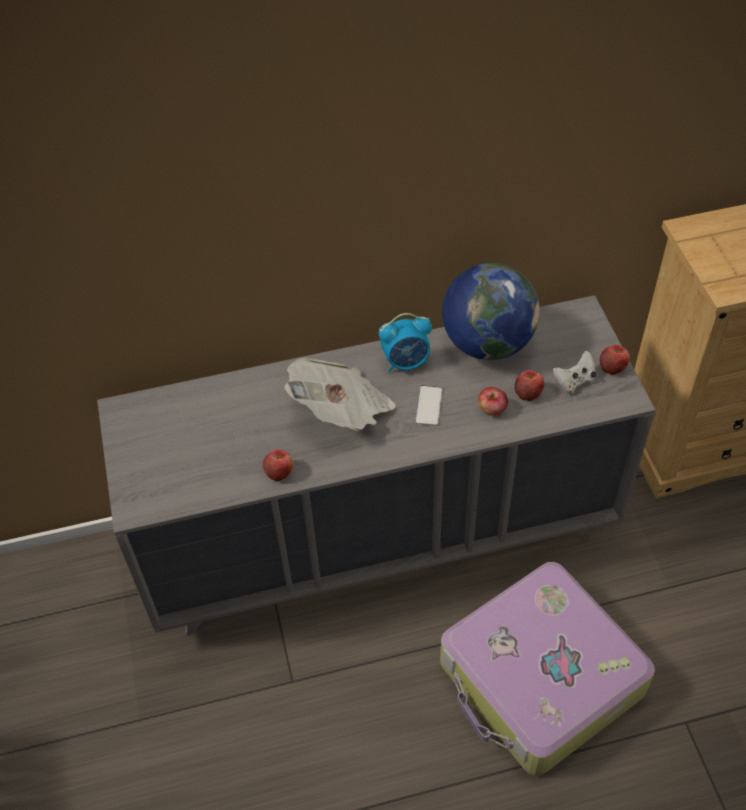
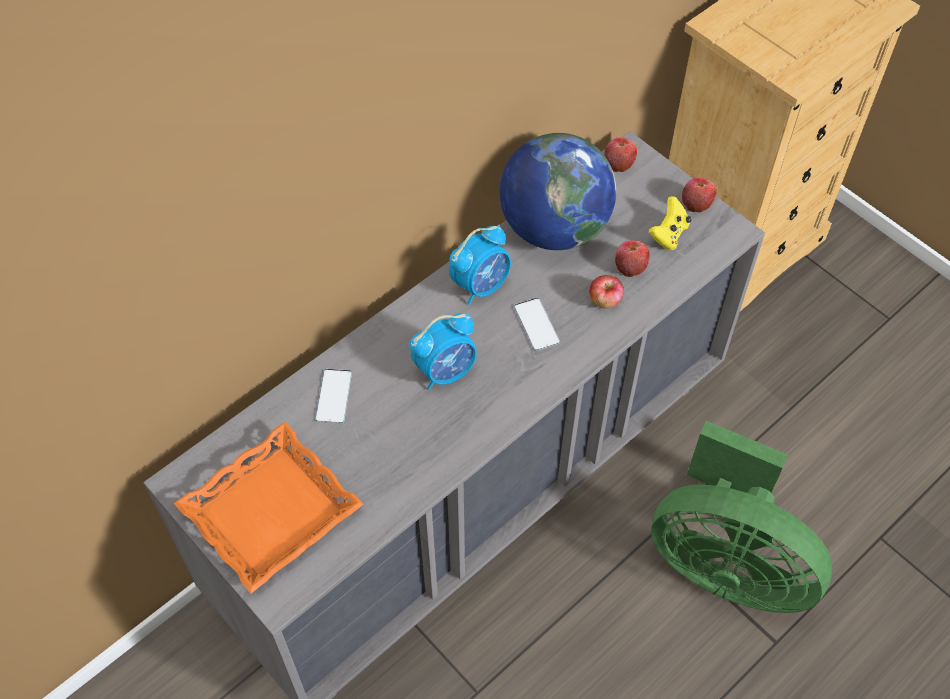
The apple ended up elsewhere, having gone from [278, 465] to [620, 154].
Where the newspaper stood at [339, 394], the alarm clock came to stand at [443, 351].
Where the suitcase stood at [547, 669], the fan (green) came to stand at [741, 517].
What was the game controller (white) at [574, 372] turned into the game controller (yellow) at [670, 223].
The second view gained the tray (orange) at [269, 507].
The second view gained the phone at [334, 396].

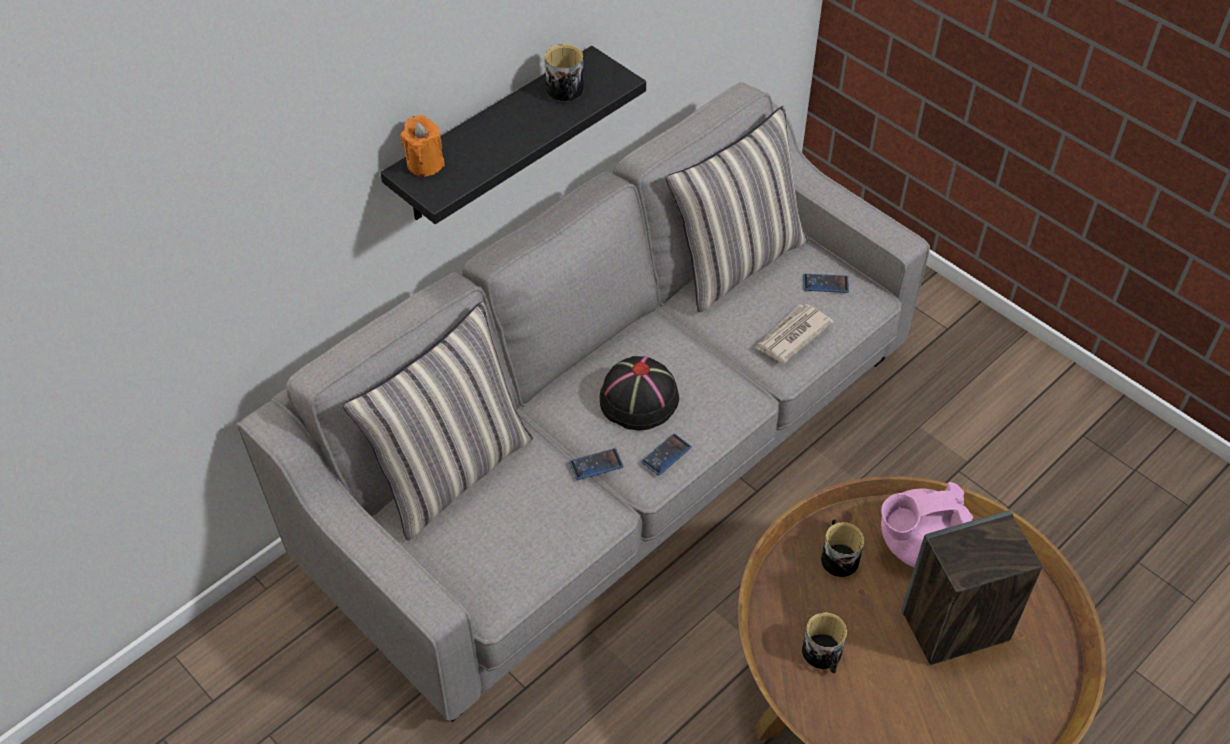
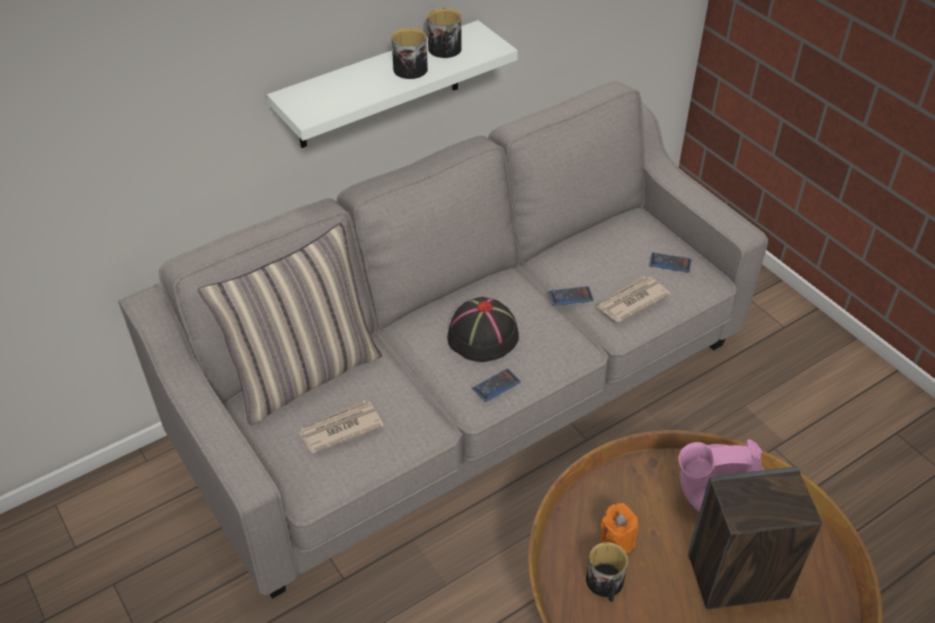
What was the shelf (black) at [513, 135] turned into the shelf (white) at [392, 84].
The candle (orange) ended up elsewhere, having gone from [422, 146] to [619, 528].
The phone ended up elsewhere, having gone from [596, 464] to [571, 296].
The second view lost the pillow at [737, 209].
The mug ended up elsewhere, having gone from [842, 548] to [410, 53].
The second view gained the newspaper at [341, 427].

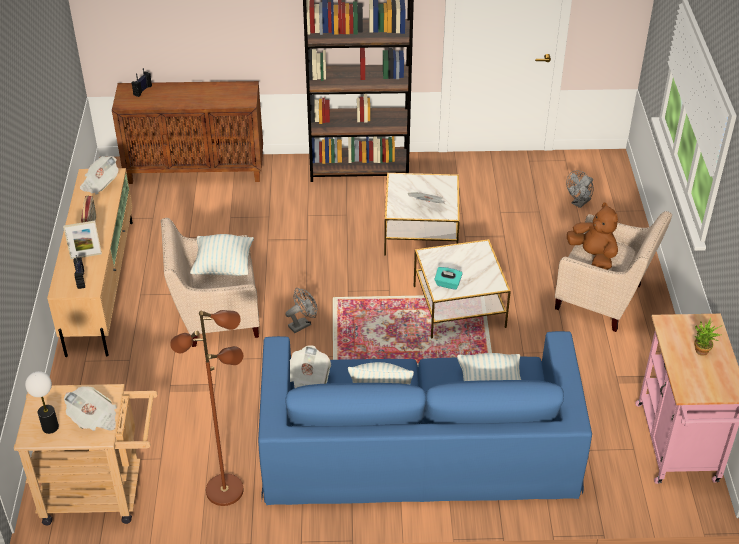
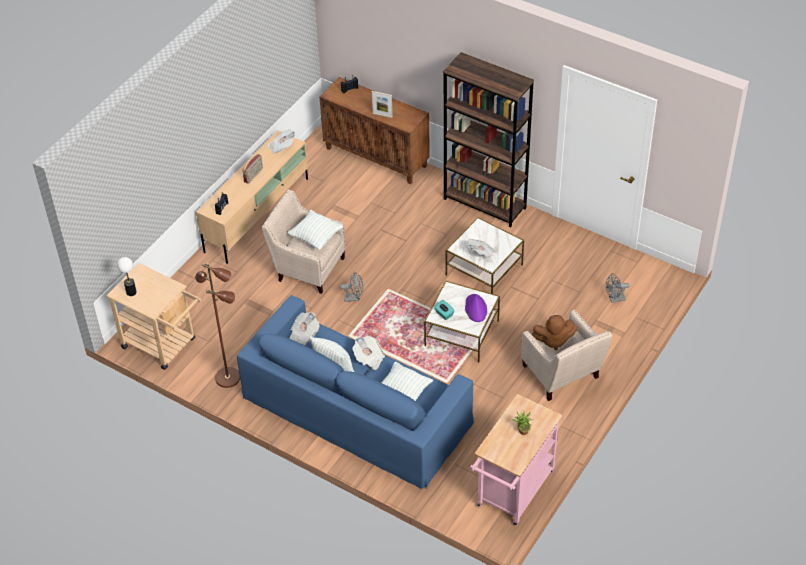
The picture frame ended up elsewhere, having gone from [82, 240] to [382, 104].
The newspaper ended up elsewhere, having gone from [90, 408] to [368, 353].
The plush toy (brown) at [592, 236] ended up facing another way, 90 degrees clockwise from before.
The second view gained the hat (purple) at [476, 308].

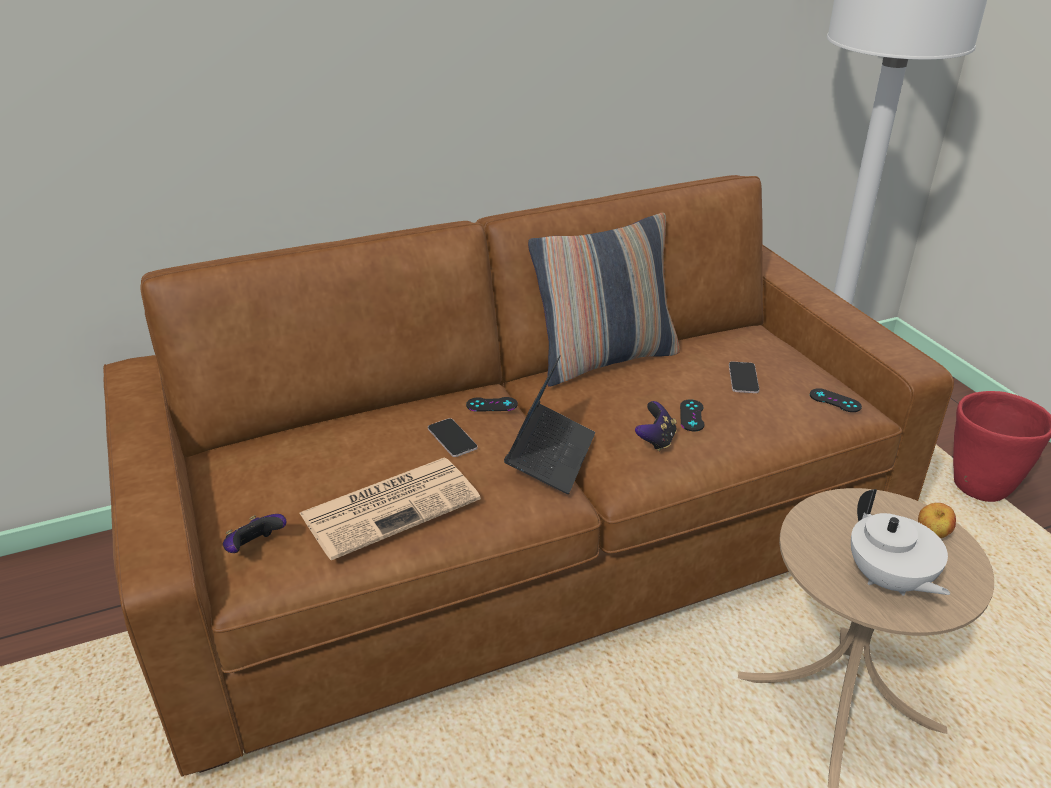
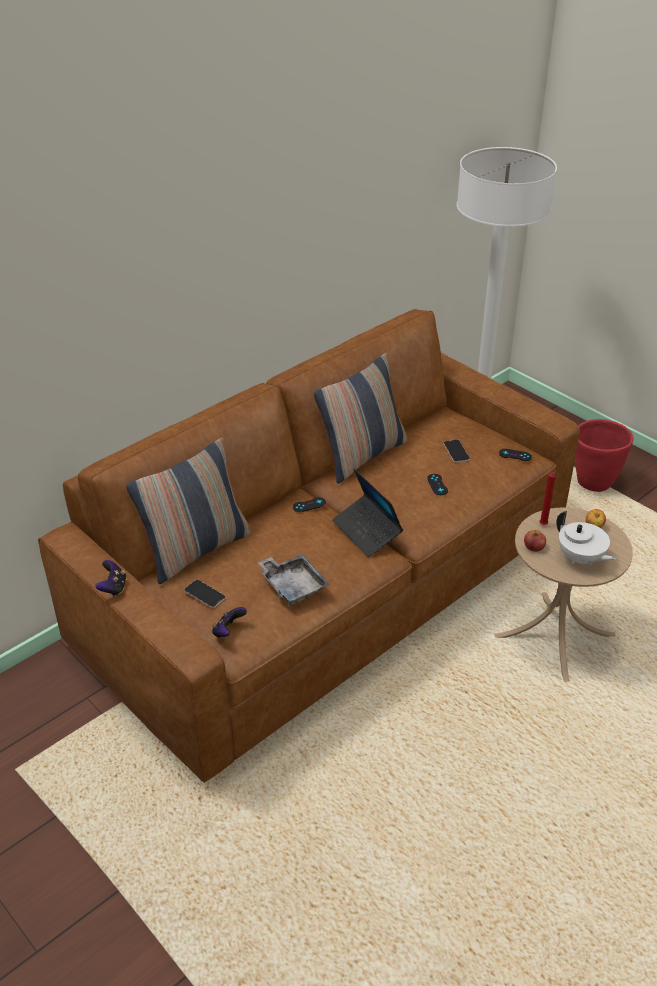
Where the newspaper stood at [390, 509], the tray (grey) came to stand at [293, 580].
The phone ended up elsewhere, having gone from [453, 437] to [205, 594].
The laptop at [549, 424] ended up facing another way, 150 degrees clockwise from before.
The game controller ended up elsewhere, having gone from [656, 426] to [111, 578].
The second view gained the pillow at [188, 511].
The second view gained the apple at [535, 541].
The second view gained the candle (red) at [548, 498].

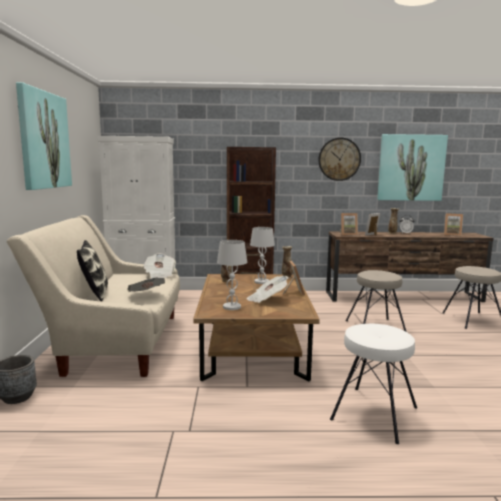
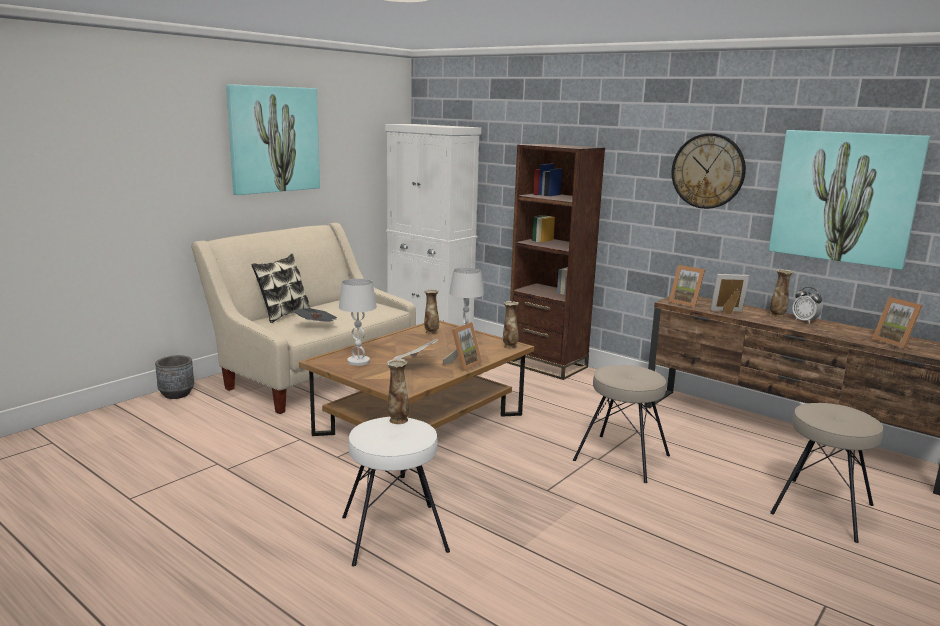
The second view lost the newspaper at [159, 265].
The second view gained the vase at [398, 391].

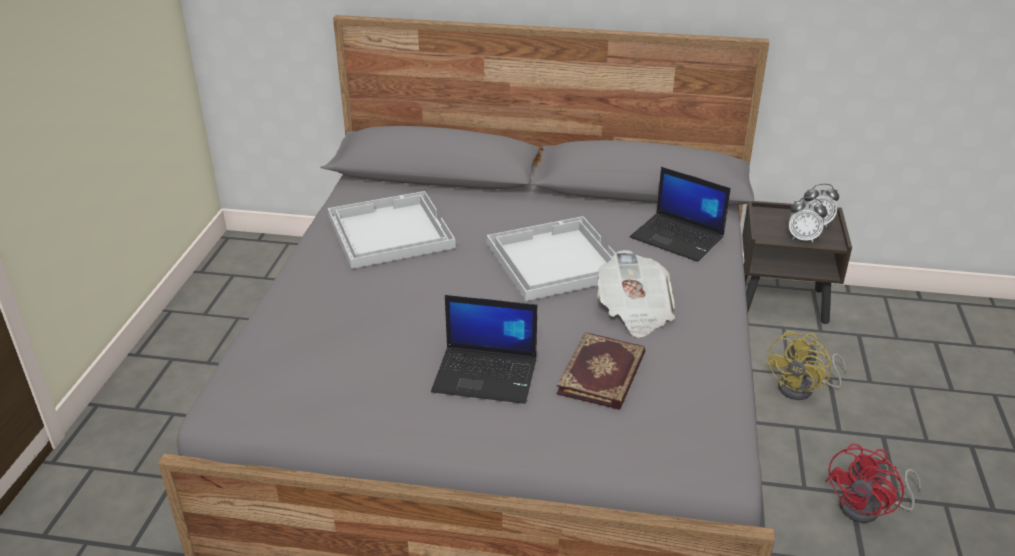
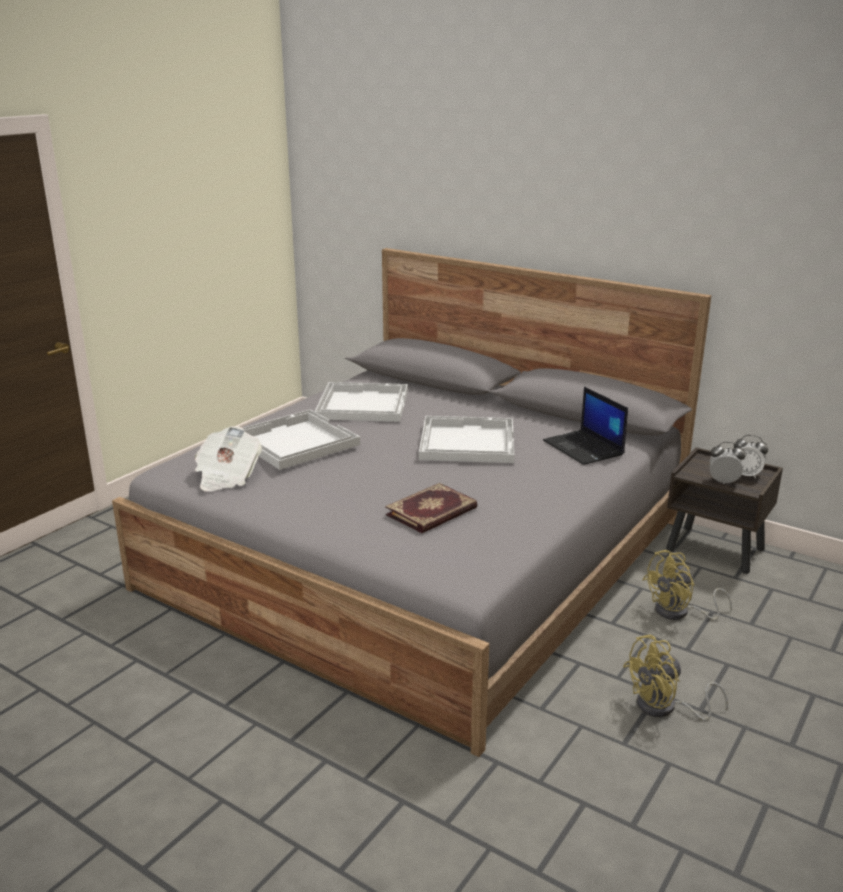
The second view lost the laptop at [484, 349].
The newspaper ended up elsewhere, having gone from [636, 294] to [228, 458].
The alarm clock at [808, 220] ended up facing another way, 150 degrees clockwise from before.
What was the fan (red) at [873, 483] turned into the fan (yellow) at [675, 678].
The second view gained the tray (white) at [301, 440].

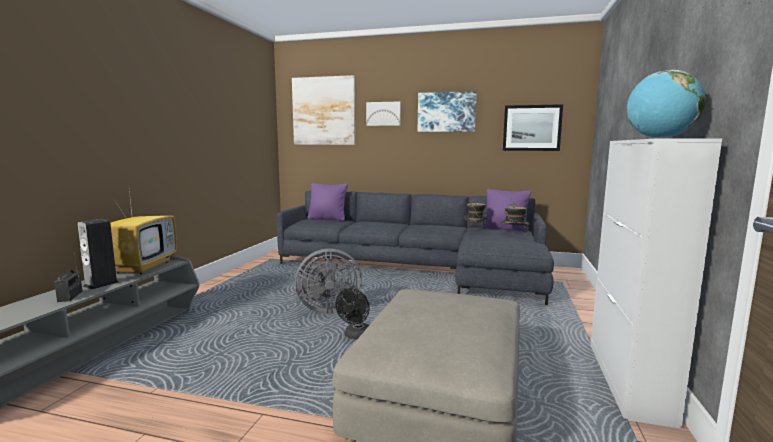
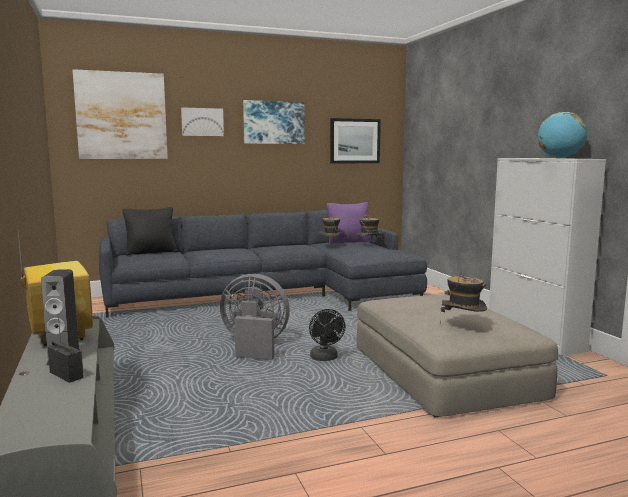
The fan (grey) at [328, 281] ended up facing another way, 120 degrees counterclockwise from before.
What was the pillow (purple) at [327, 202] turned into the pillow (black) at [150, 231].
The second view gained the hat at [463, 300].

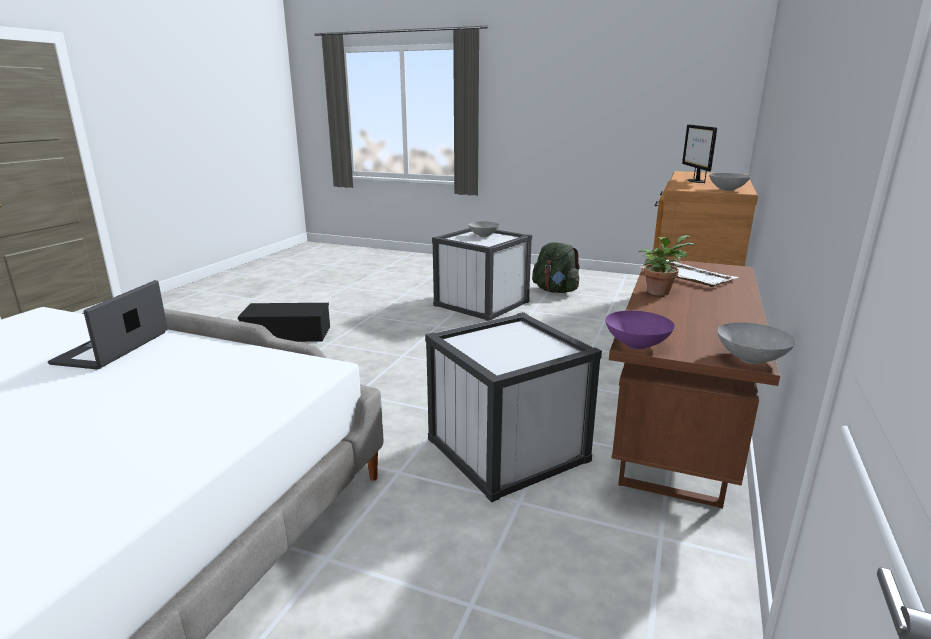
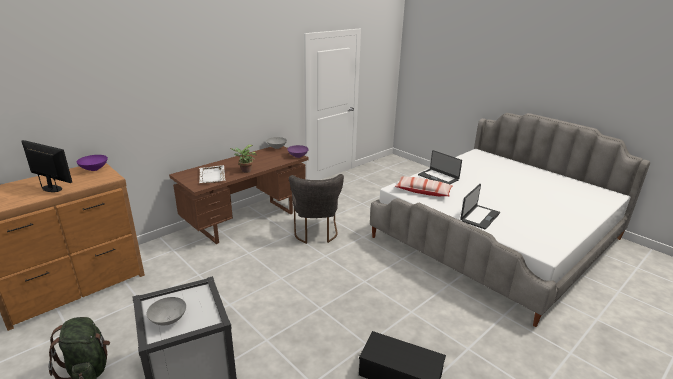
Where the storage box (white) stood at [513, 407], the chair (grey) came to stand at [316, 209].
The monitor at [699, 153] ended up facing another way, 90 degrees counterclockwise from before.
What was the bowl (grey) at [730, 182] turned into the bowl (purple) at [92, 163].
The second view gained the pillow at [423, 186].
The second view gained the laptop at [440, 167].

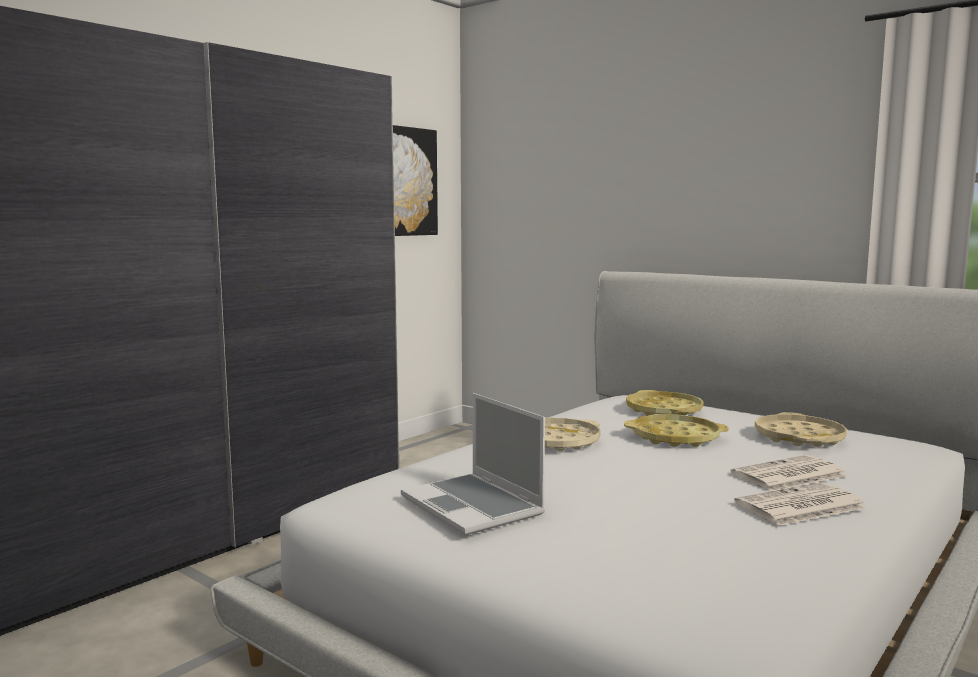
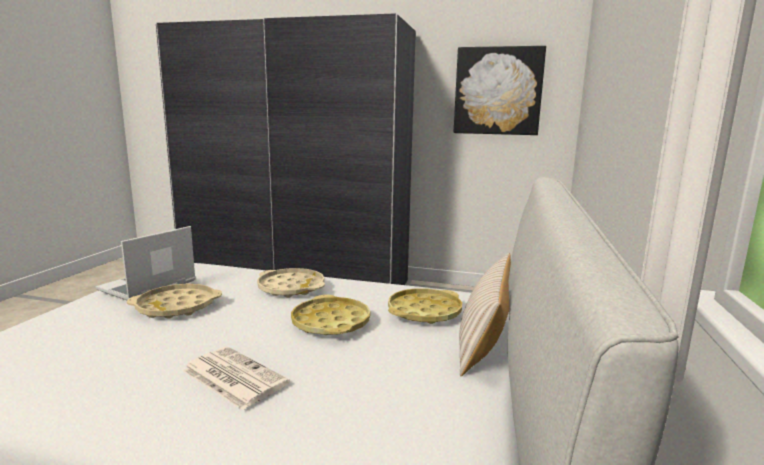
The second view lost the newspaper at [801, 504].
The tray (beige) ended up elsewhere, having gone from [801, 429] to [174, 301].
The second view gained the pillow (beige) at [485, 314].

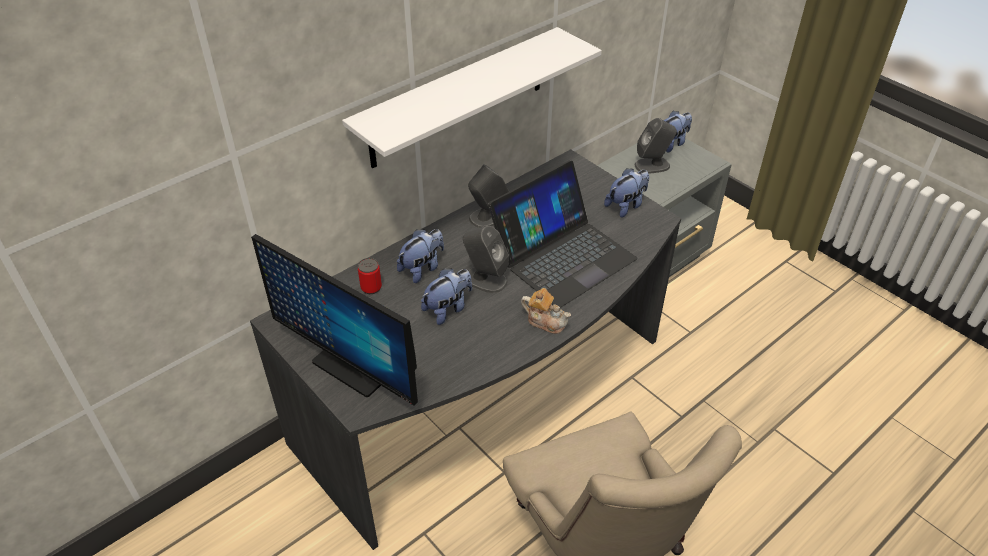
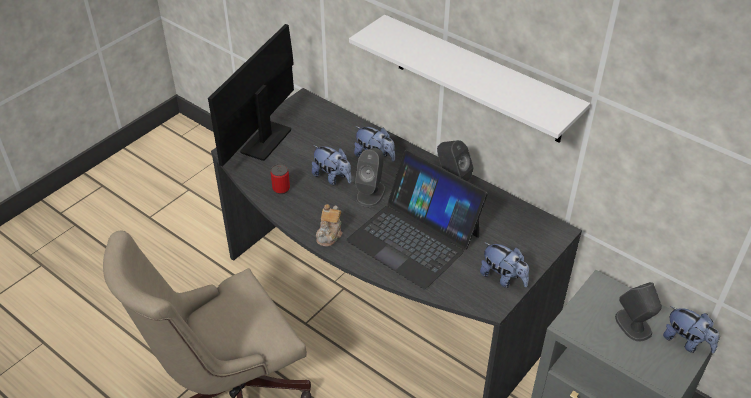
The can ended up elsewhere, having gone from [370, 276] to [280, 179].

